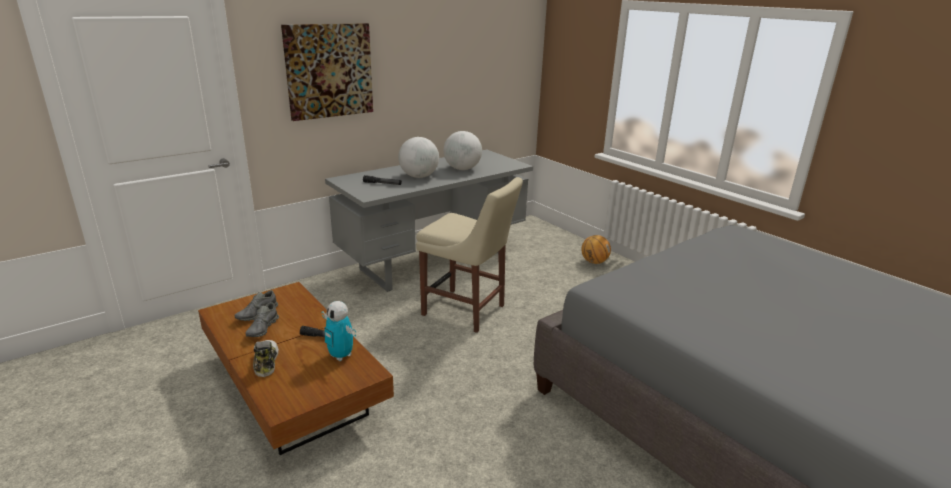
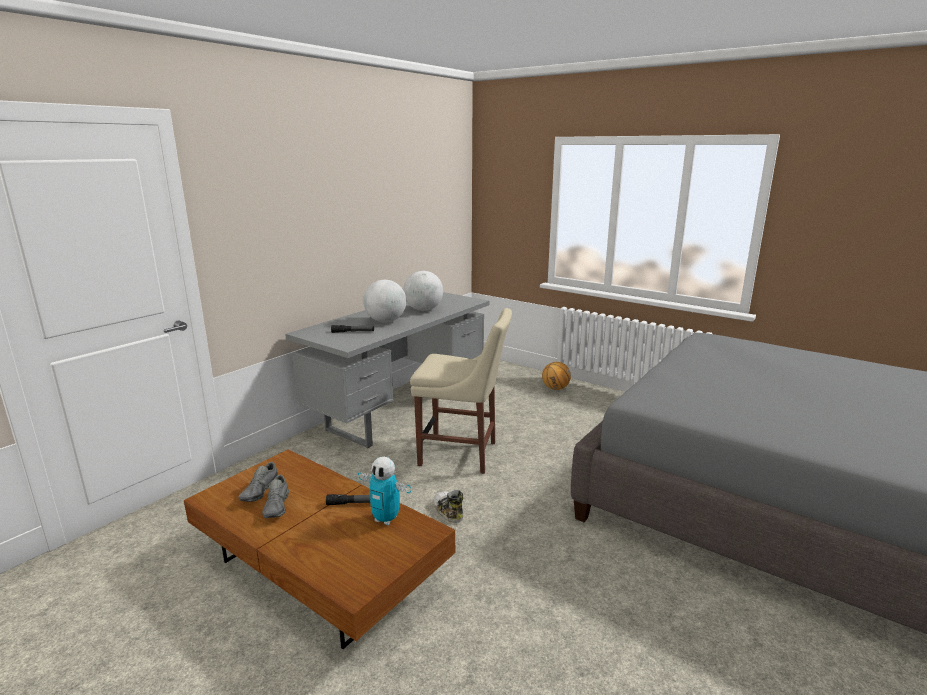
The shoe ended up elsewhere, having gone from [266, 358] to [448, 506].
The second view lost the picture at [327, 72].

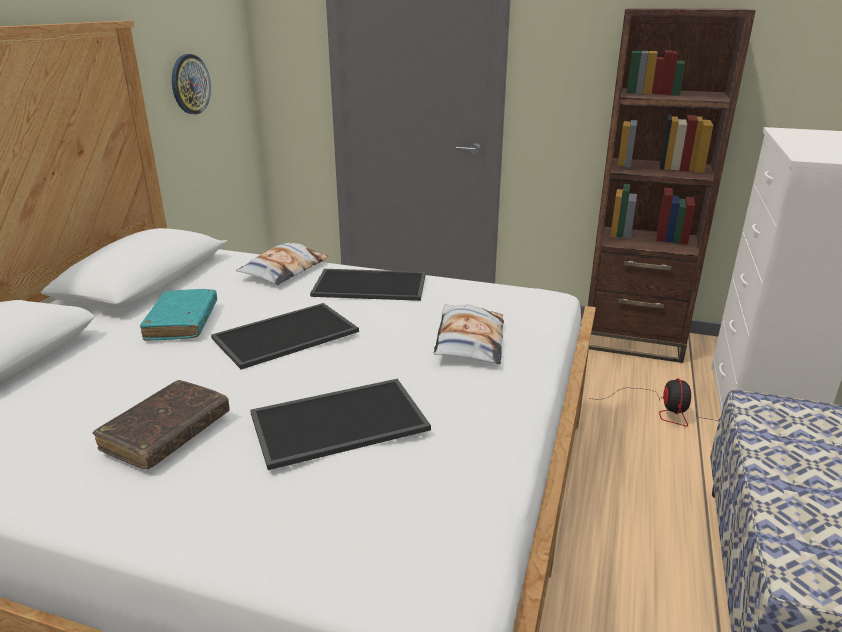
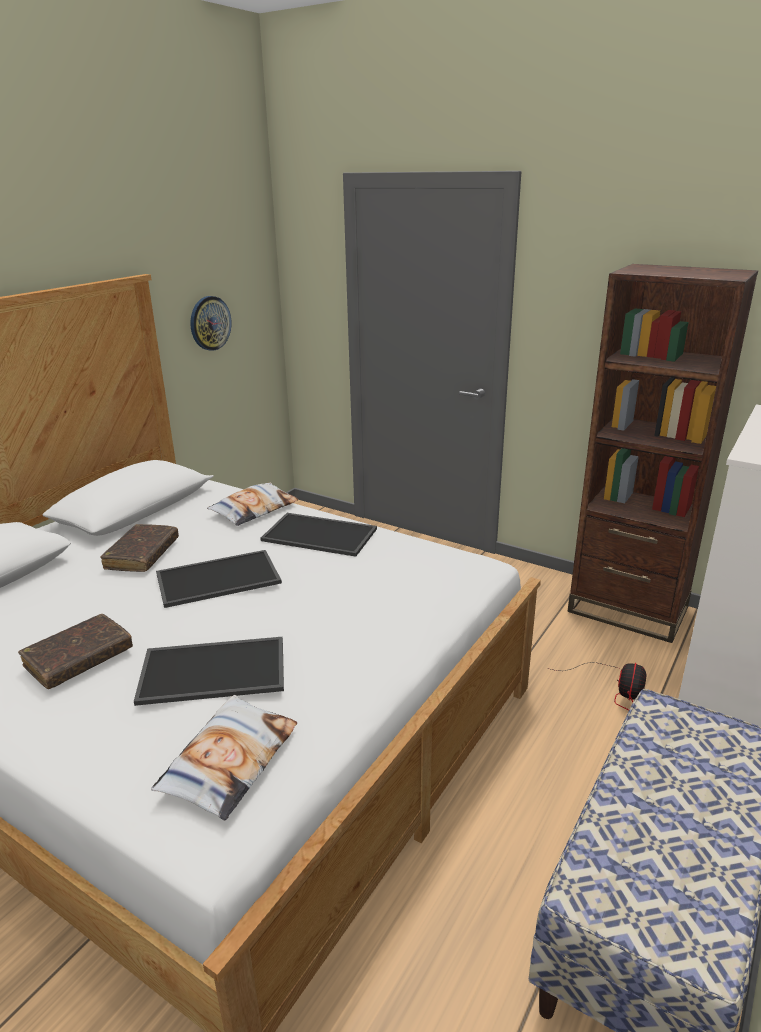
What was the book (turquoise) at [178, 315] turned into the book (brown) at [139, 548].
The pillow ended up elsewhere, having gone from [469, 334] to [224, 757].

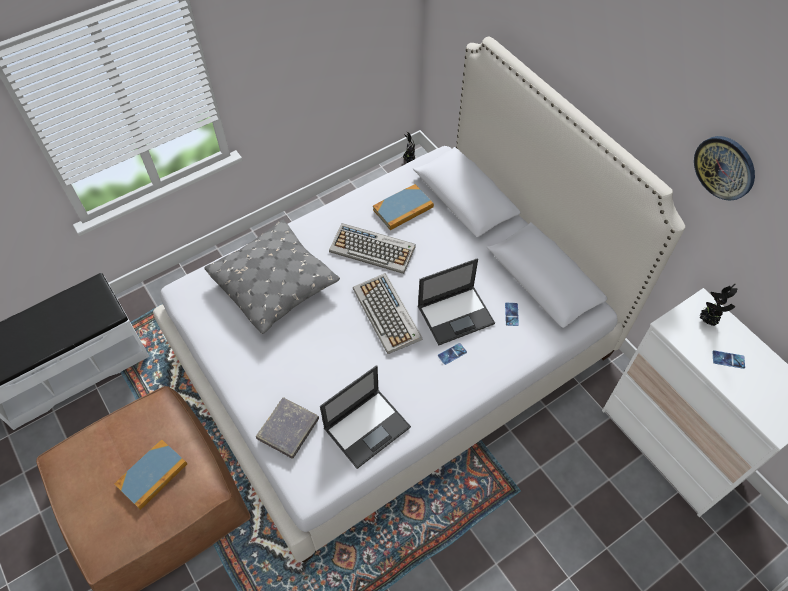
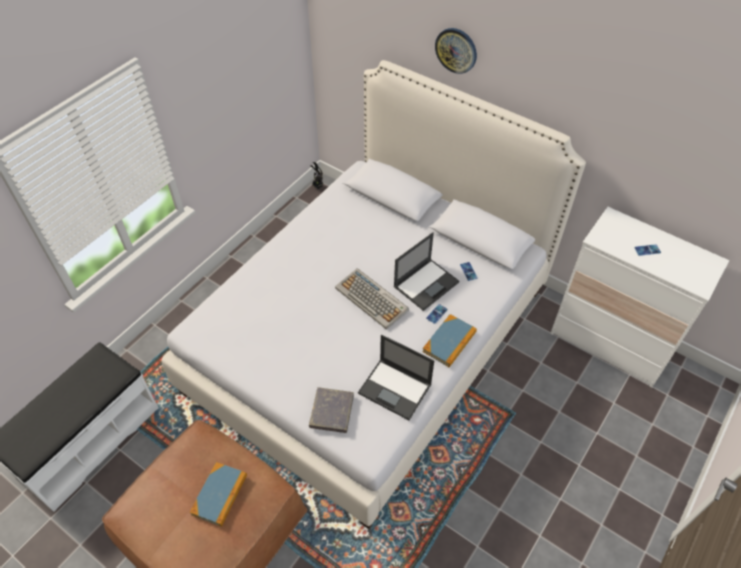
The second view lost the pillow (grey) at [272, 277].
The laptop at [365, 417] ended up facing another way, 90 degrees clockwise from before.
The second view lost the keyboard at [372, 248].
The book ended up elsewhere, having gone from [403, 207] to [449, 340].
The wall clock ended up elsewhere, having gone from [724, 168] to [456, 51].
The second view lost the potted plant at [719, 305].

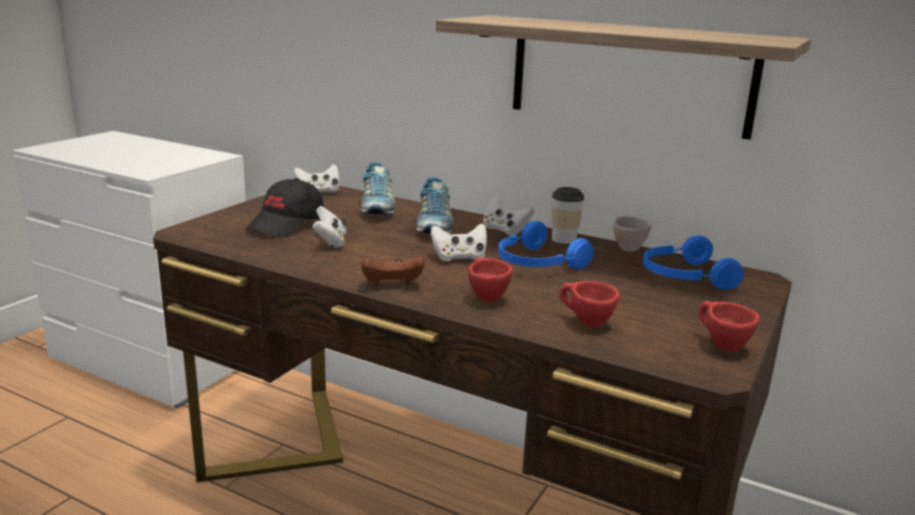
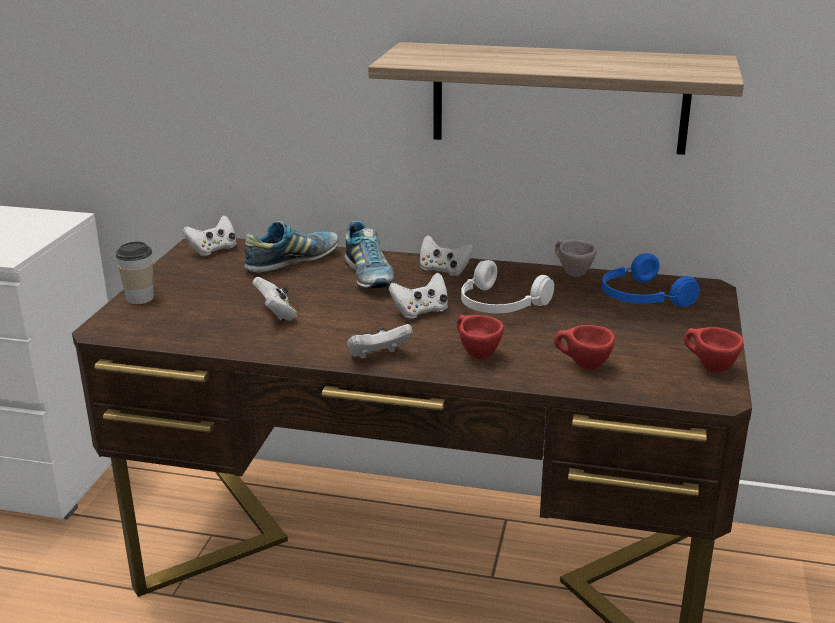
The second view lost the cap (black) at [285, 207].
The shoe at [378, 188] ended up facing another way, 105 degrees counterclockwise from before.
What was the game controller (brown) at [393, 270] turned into the game controller (white) at [379, 341].
What was the headphones (blue) at [546, 245] turned into the headphones (white) at [507, 286].
The cup ended up elsewhere, having gone from [568, 215] to [135, 273].

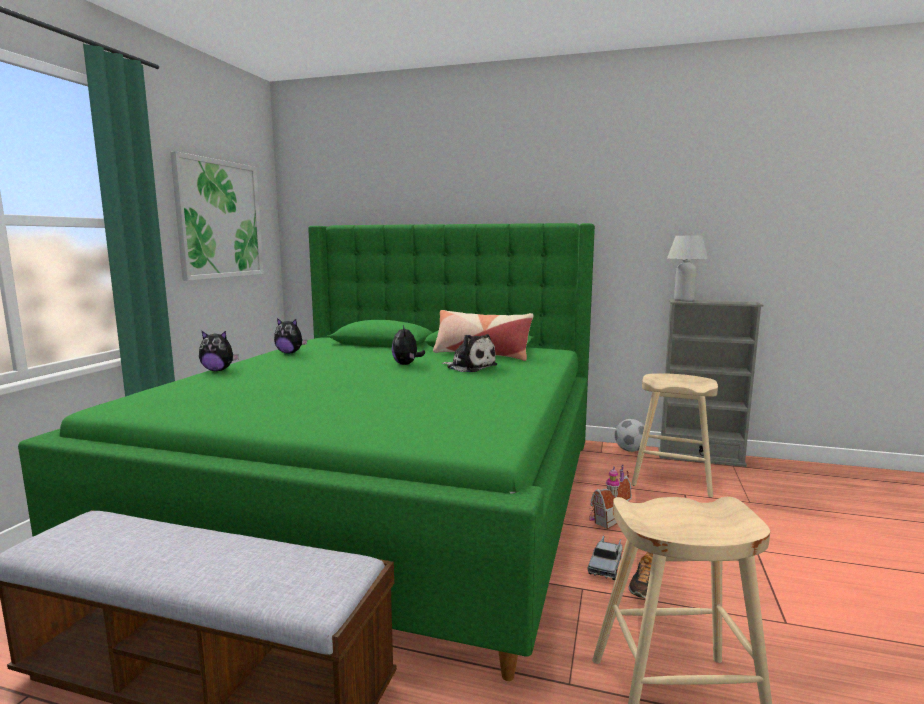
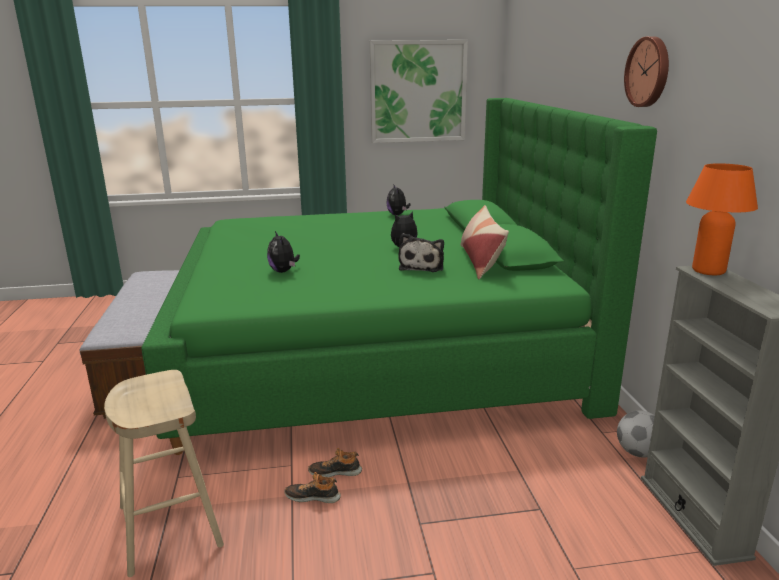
The plush toy ended up elsewhere, having gone from [219, 351] to [283, 252].
Where the toy truck stood at [605, 558], the shoe came to stand at [335, 462].
The second view lost the toy house at [610, 496].
The second view lost the stool (beige) at [674, 435].
What was the table lamp (white) at [687, 268] turned into the table lamp (orange) at [722, 219].
The second view gained the wall clock at [646, 71].

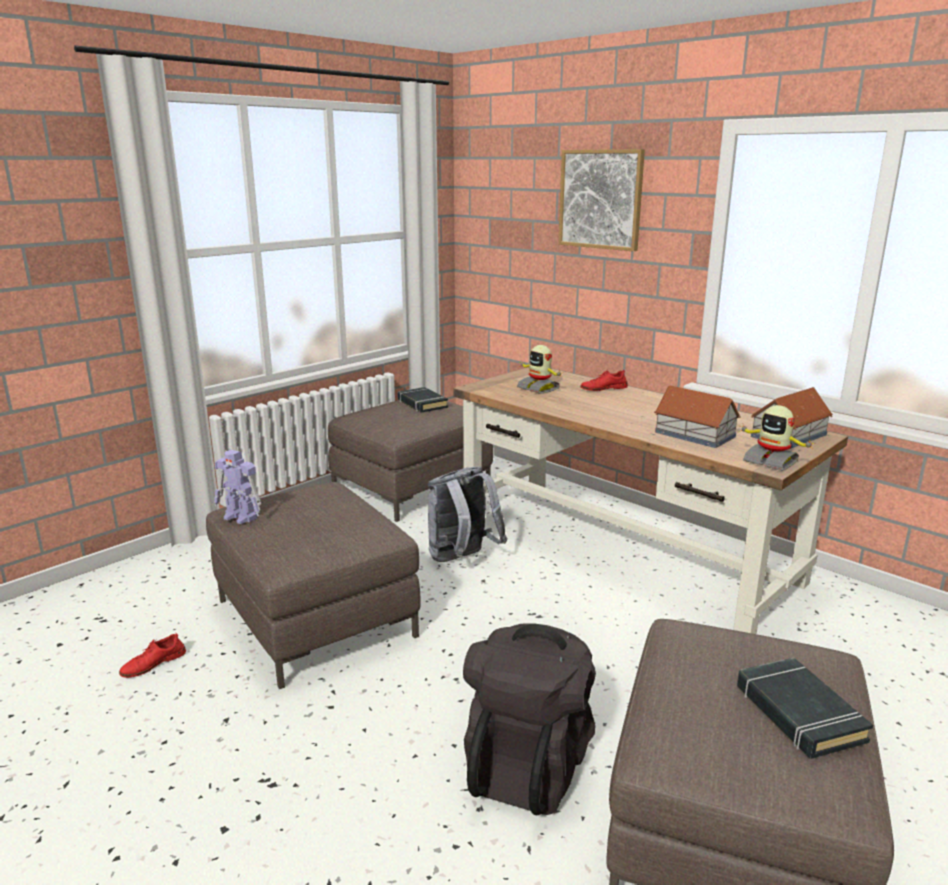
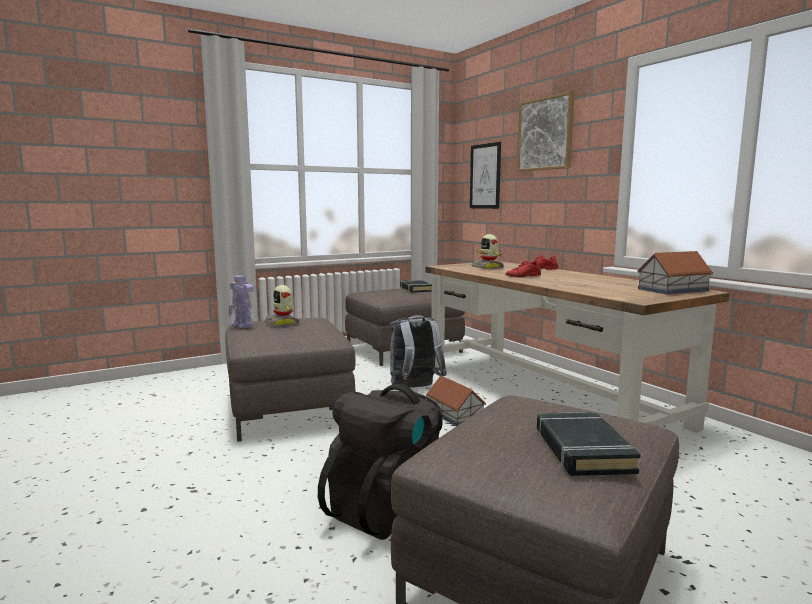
The shoe (red) ended up elsewhere, having gone from [152, 655] to [523, 269].
The toy house ended up elsewhere, having gone from [697, 416] to [456, 401].
The toy robot ended up elsewhere, having gone from [777, 438] to [282, 306].
The second view gained the picture at [485, 175].

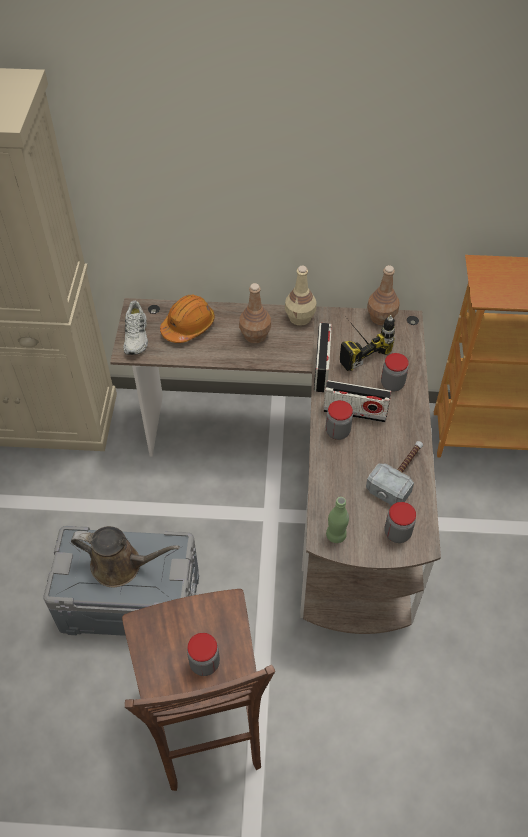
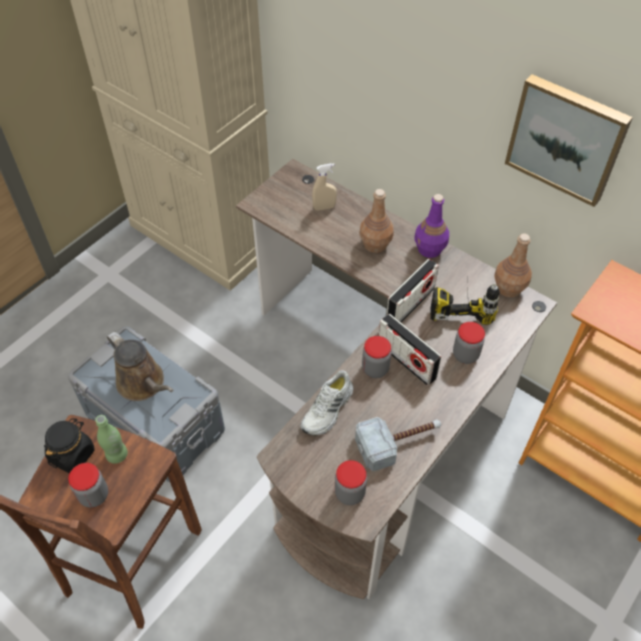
The shoe (white) ended up elsewhere, having gone from [135, 328] to [327, 402].
Where the hard hat (orange) stood at [187, 319], the spray bottle (beige) came to stand at [324, 187].
What was the bottle (beige) at [300, 296] turned into the bottle (purple) at [432, 226].
The bottle (green) ended up elsewhere, having gone from [337, 520] to [111, 439].
The second view gained the jar (black) at [69, 446].
The second view gained the picture at [569, 140].

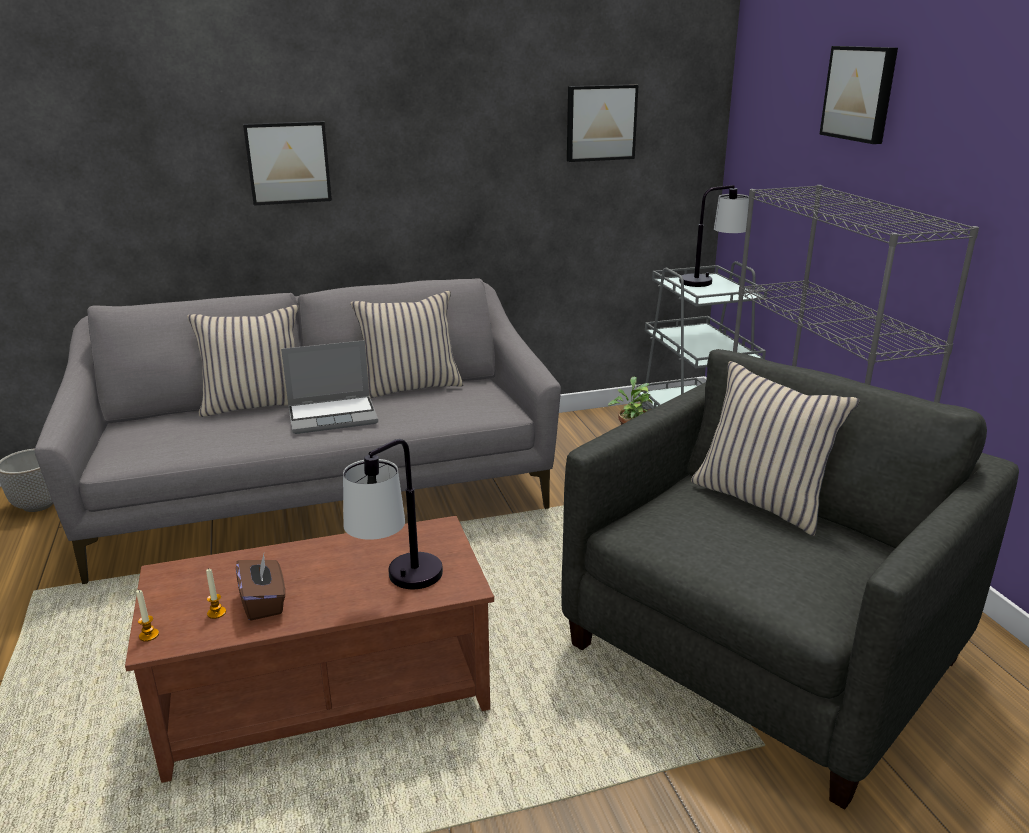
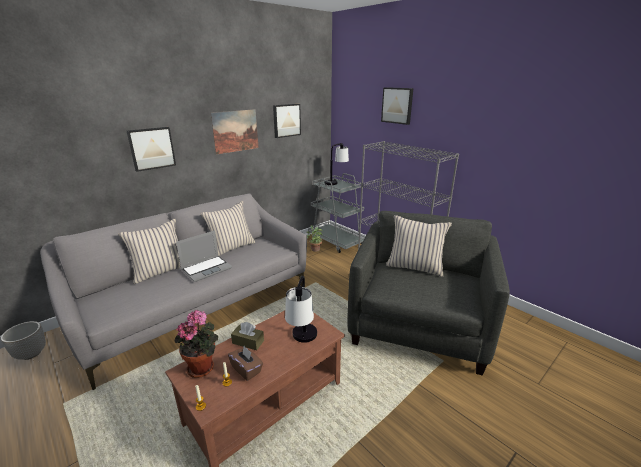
The second view gained the potted plant at [196, 344].
The second view gained the picture at [234, 132].
The second view gained the tissue box (brown) at [247, 336].

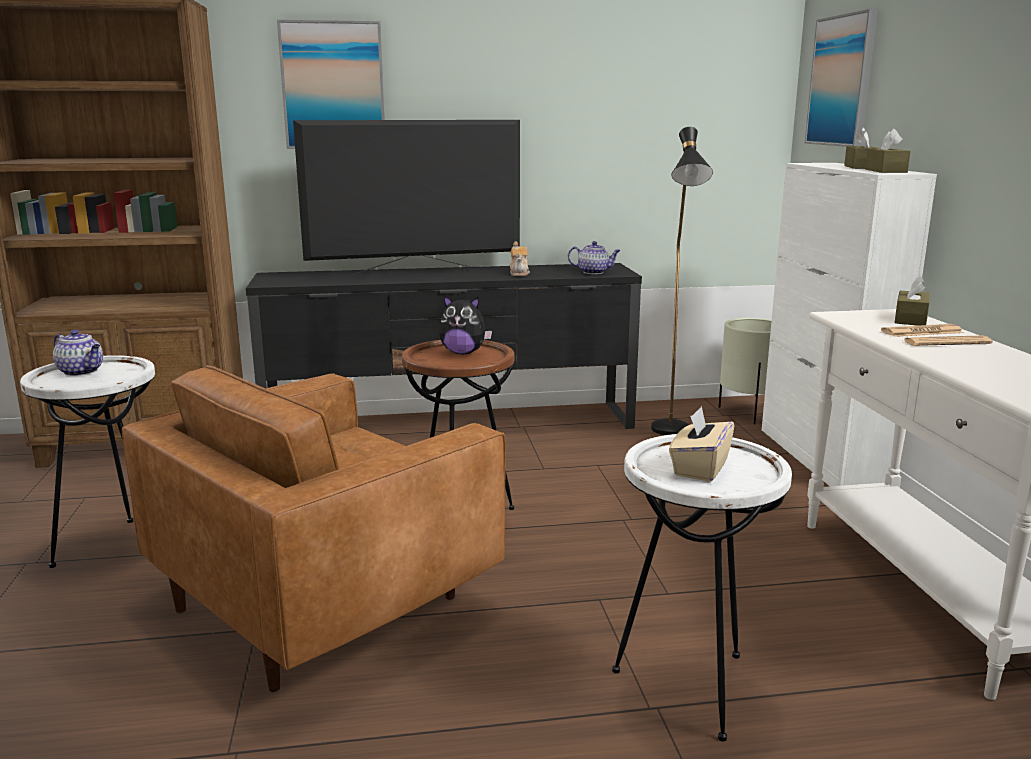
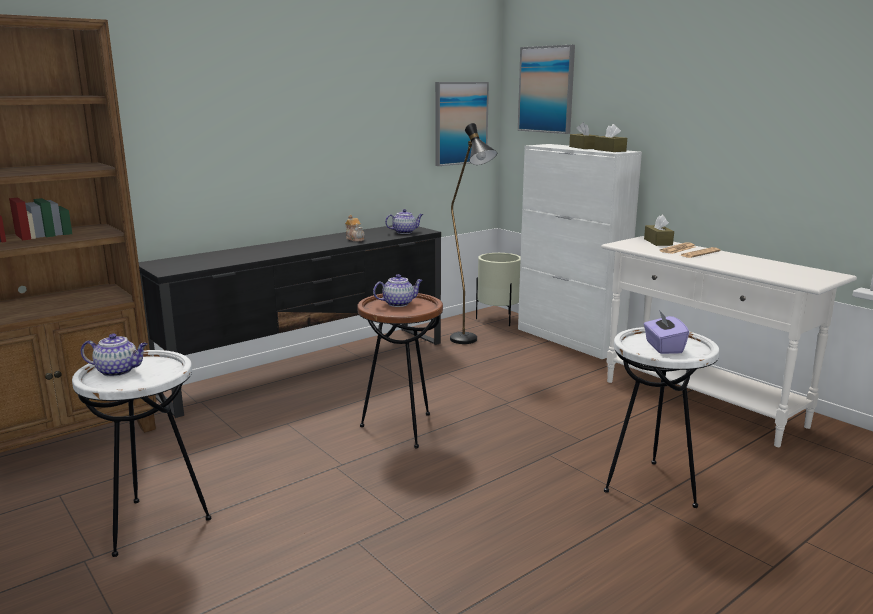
The second view lost the armchair (brown) at [314, 529].
The picture ended up elsewhere, having gone from [331, 84] to [462, 124].
The second view lost the television at [406, 198].
Where the plush toy stood at [465, 324], the teapot came to stand at [398, 290].
What was the tissue box (beige) at [701, 444] turned into the tissue box (purple) at [666, 332].

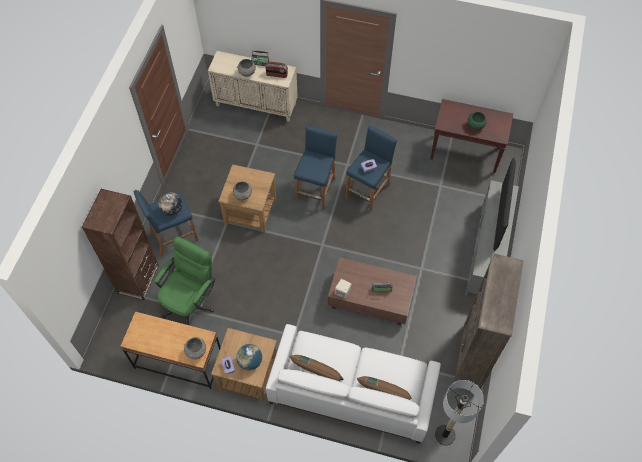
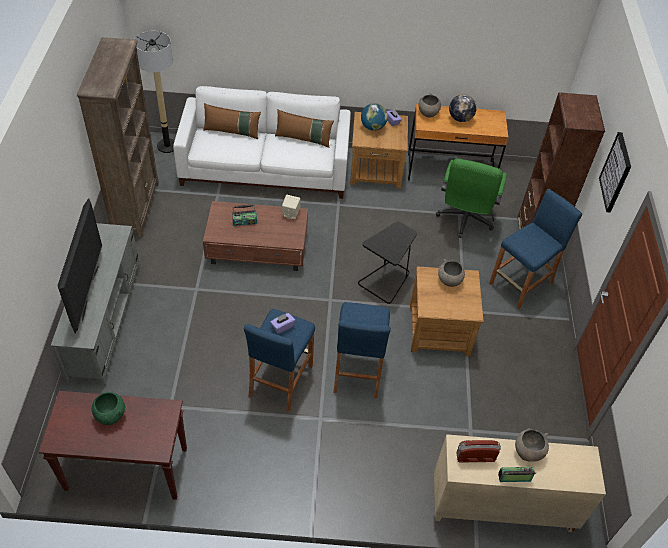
The globe ended up elsewhere, having gone from [170, 204] to [463, 108].
The second view gained the side table (black) at [387, 262].
The second view gained the picture at [615, 172].

